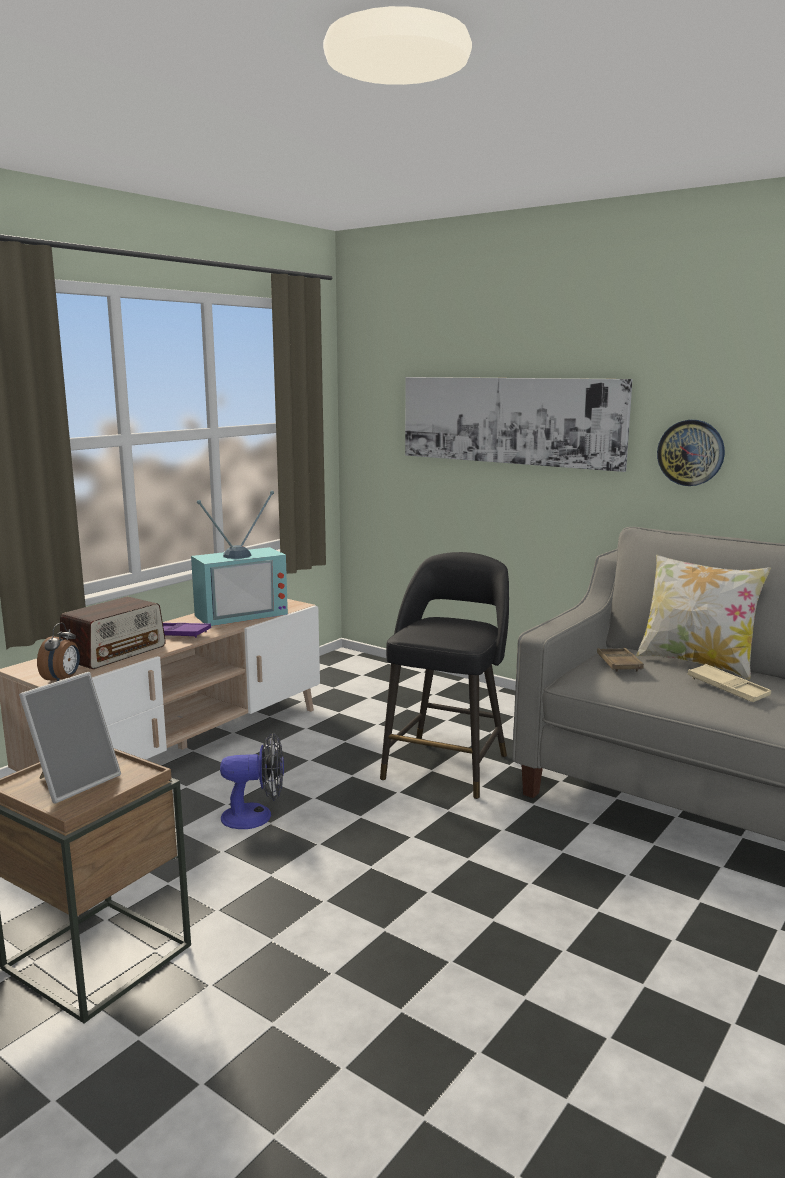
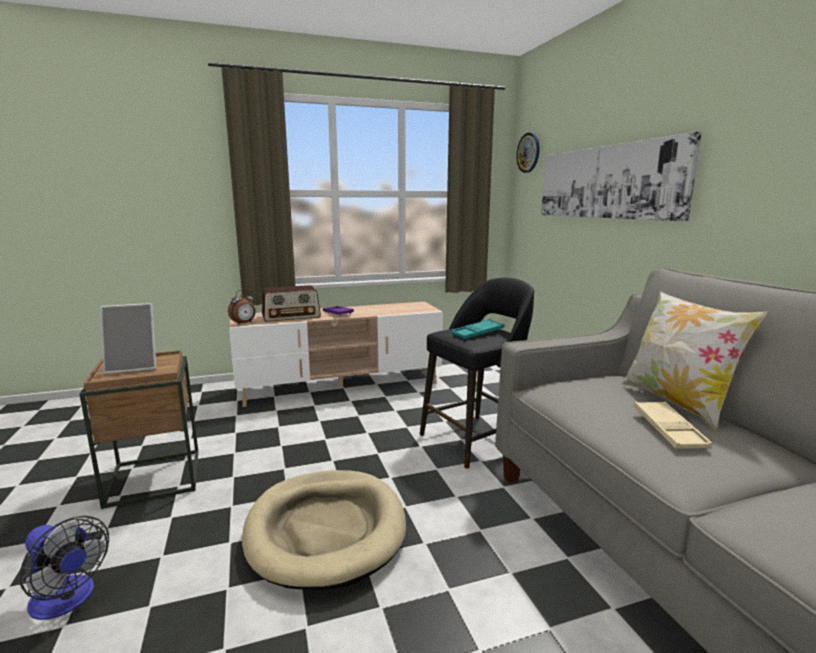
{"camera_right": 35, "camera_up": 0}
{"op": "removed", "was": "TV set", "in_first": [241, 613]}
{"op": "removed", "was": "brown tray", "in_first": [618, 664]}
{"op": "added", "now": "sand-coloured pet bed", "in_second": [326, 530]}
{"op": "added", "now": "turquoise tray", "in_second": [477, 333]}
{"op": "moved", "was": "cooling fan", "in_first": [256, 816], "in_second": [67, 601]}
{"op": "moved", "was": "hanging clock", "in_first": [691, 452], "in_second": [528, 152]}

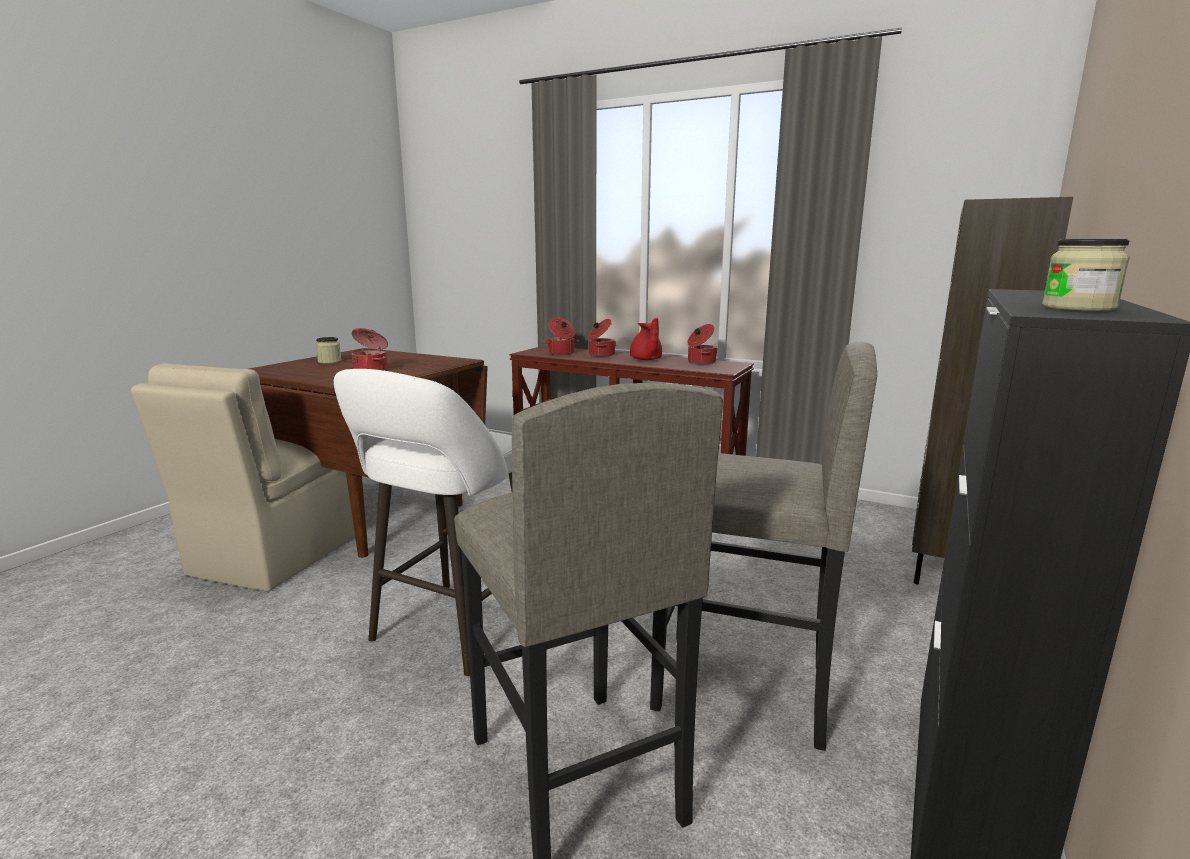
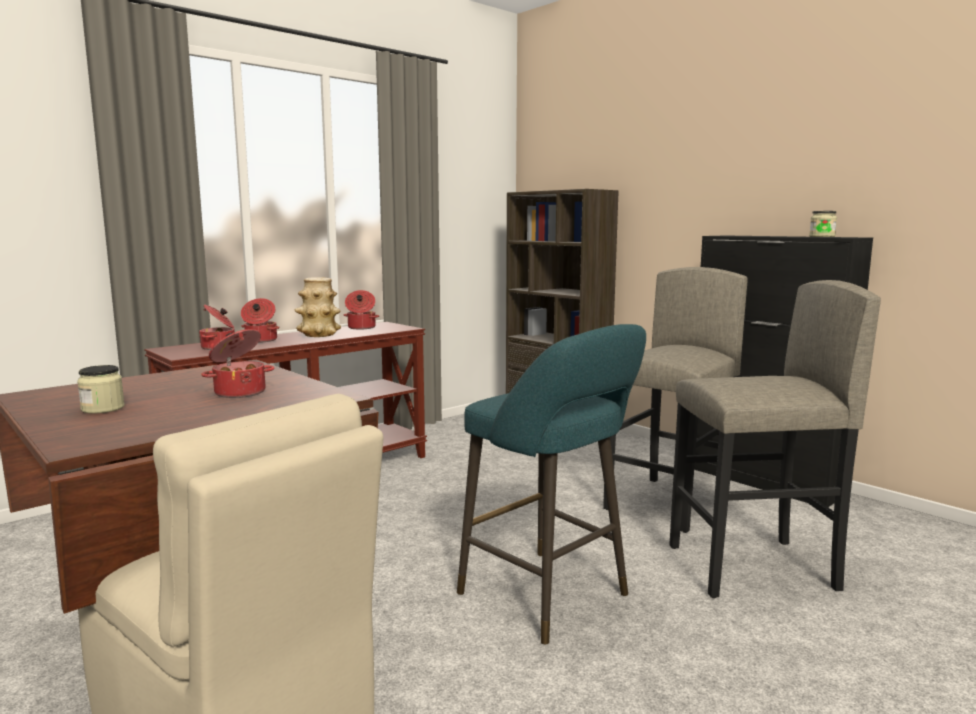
{"camera_right": -70, "camera_up": -5}
{"op": "replaced", "was": "reddish tea pot", "now": "decorative vase", "in_first": [646, 359], "in_second": [319, 335]}
{"op": "recoloured", "was": "white-coloured sitting stool", "now": "turquoise sitting stool", "in_first": [449, 631], "in_second": [550, 598]}

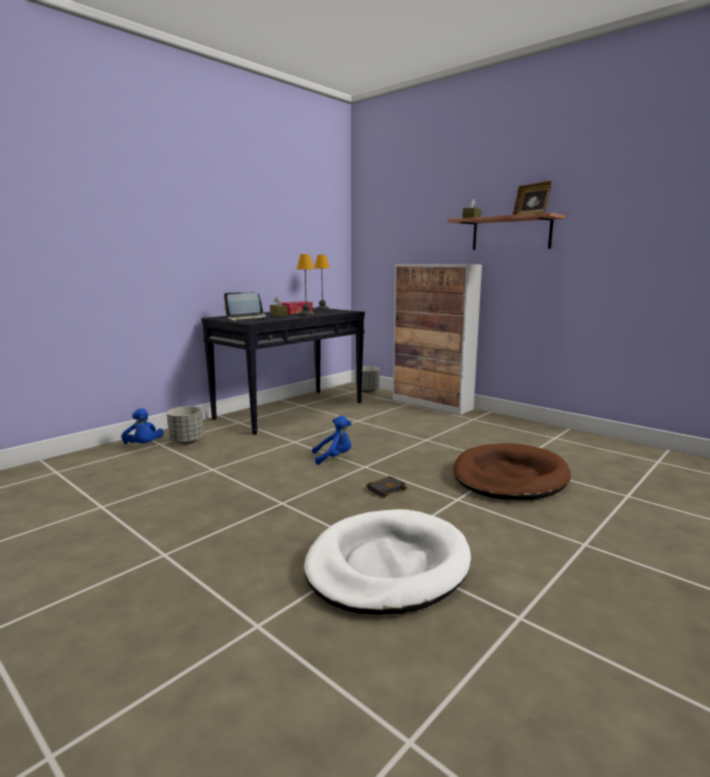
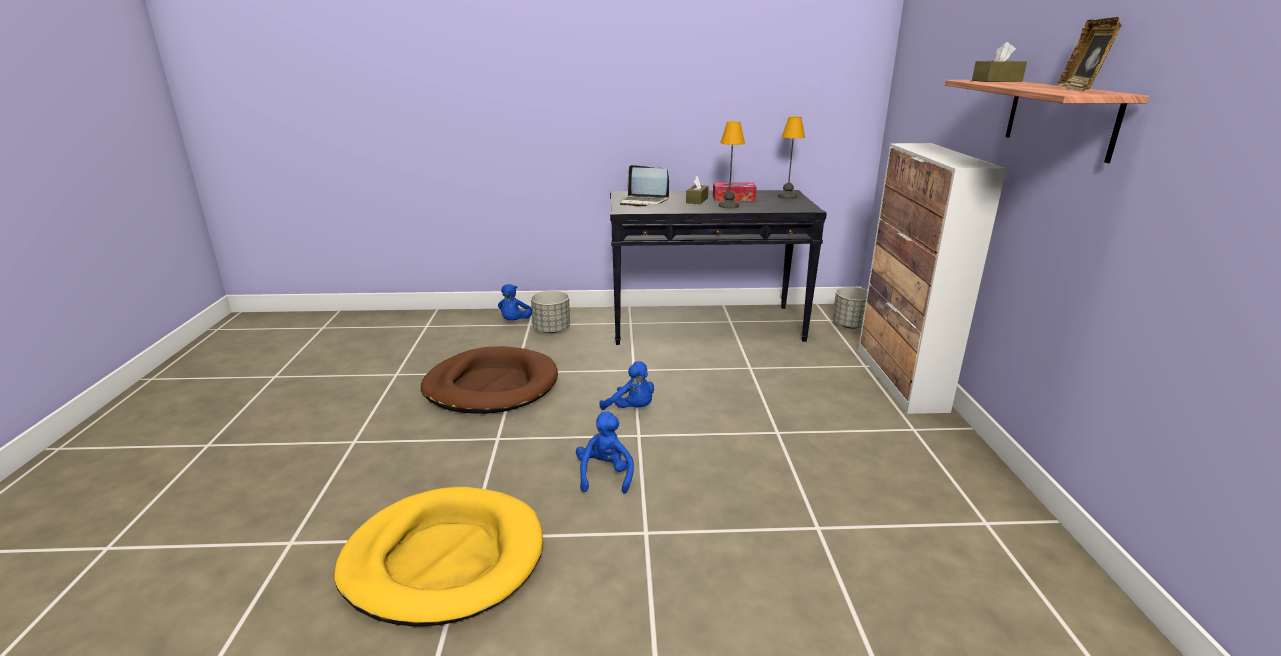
{"camera_right": 45, "camera_up": 10}
{"op": "moved", "was": "brown pet bed", "in_first": [509, 477], "in_second": [491, 386]}
{"op": "replaced", "was": "blackish bound book", "now": "bluish cuddly toy", "in_first": [386, 489], "in_second": [605, 475]}
{"op": "recoloured", "was": "white-coloured pet bed", "now": "yellow pet bed", "in_first": [387, 566], "in_second": [444, 559]}

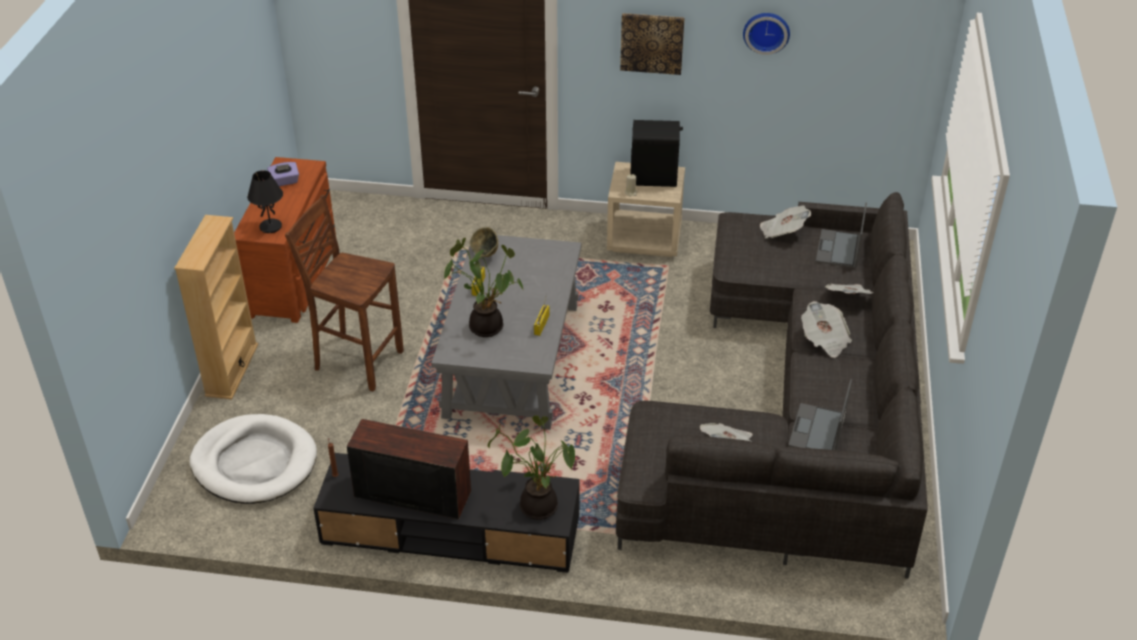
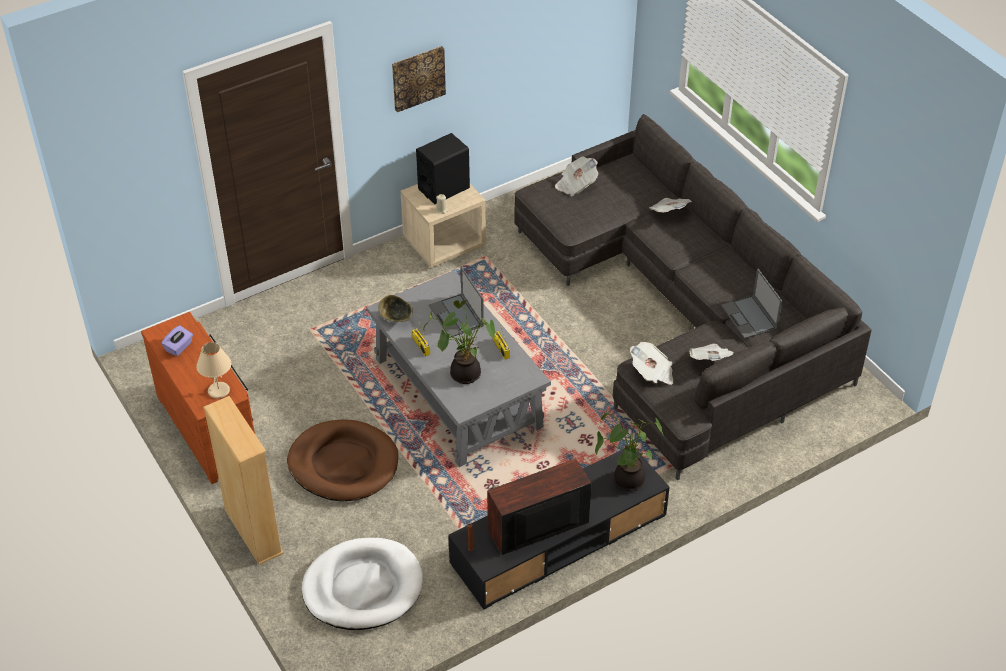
{"camera_right": -40, "camera_up": 5}
{"op": "removed", "was": "hanging clock", "in_first": [766, 31]}
{"op": "moved", "was": "printed paper", "in_first": [824, 340], "in_second": [652, 373]}
{"op": "moved", "was": "laptop", "in_first": [838, 249], "in_second": [456, 316]}
{"op": "replaced", "was": "brown sitting stool", "now": "brown pet bed", "in_first": [356, 361], "in_second": [343, 464]}
{"op": "recoloured", "was": "blackish table lamp", "now": "sand-coloured table lamp", "in_first": [271, 227], "in_second": [219, 390]}

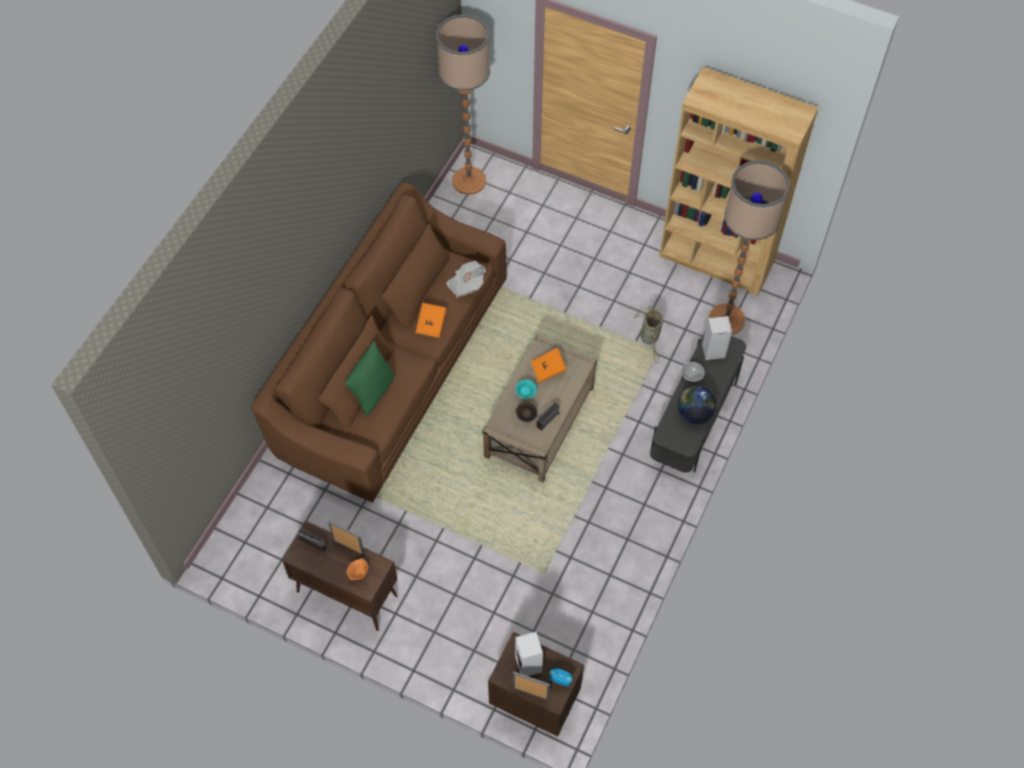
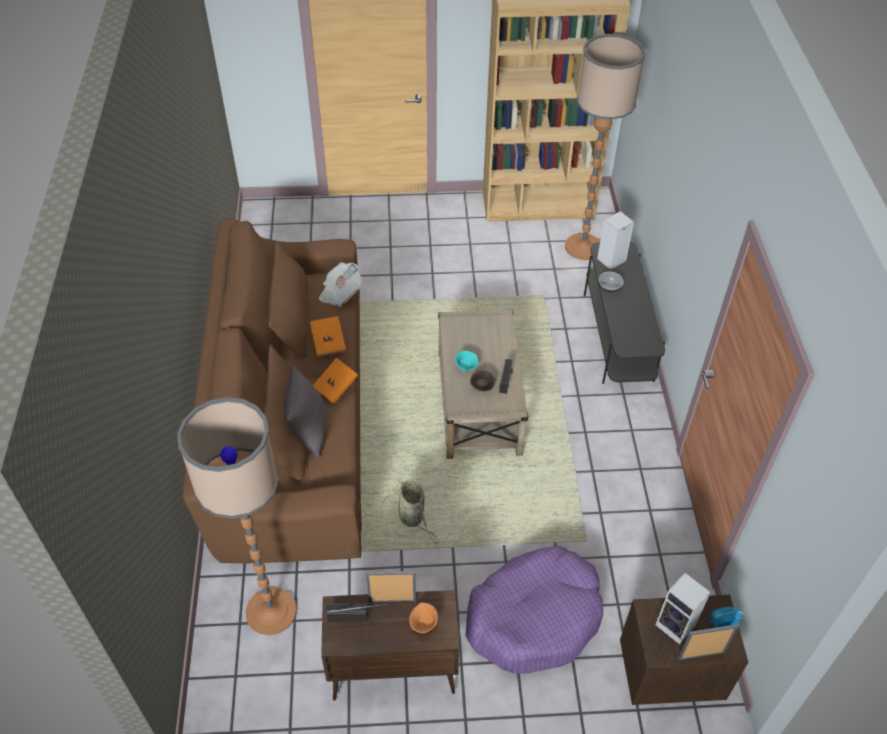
{"camera_right": -30, "camera_up": -10}
{"op": "removed", "was": "world globe", "in_first": [694, 414]}
{"op": "added", "now": "purple pet bed", "in_second": [534, 617]}
{"op": "moved", "was": "standing lamp", "in_first": [469, 181], "in_second": [271, 611]}
{"op": "moved", "was": "orange-coloured bound book", "in_first": [548, 370], "in_second": [336, 387]}
{"op": "moved", "was": "storage basket", "in_first": [650, 338], "in_second": [412, 518]}
{"op": "recoloured", "was": "greenish throw pillow", "now": "gray throw pillow", "in_first": [372, 393], "in_second": [308, 431]}

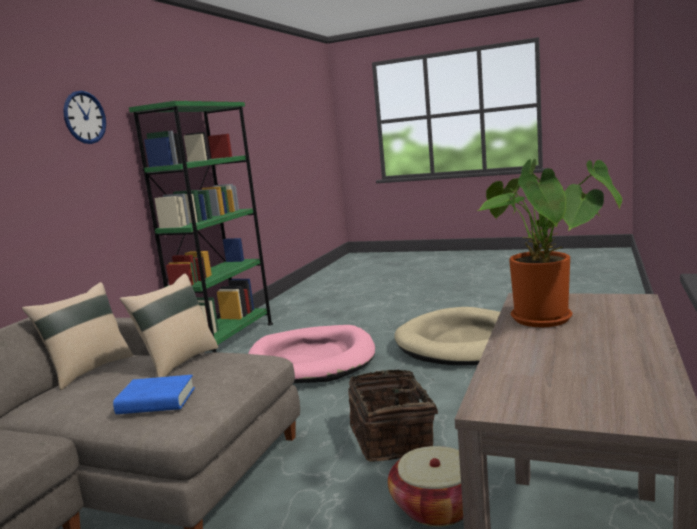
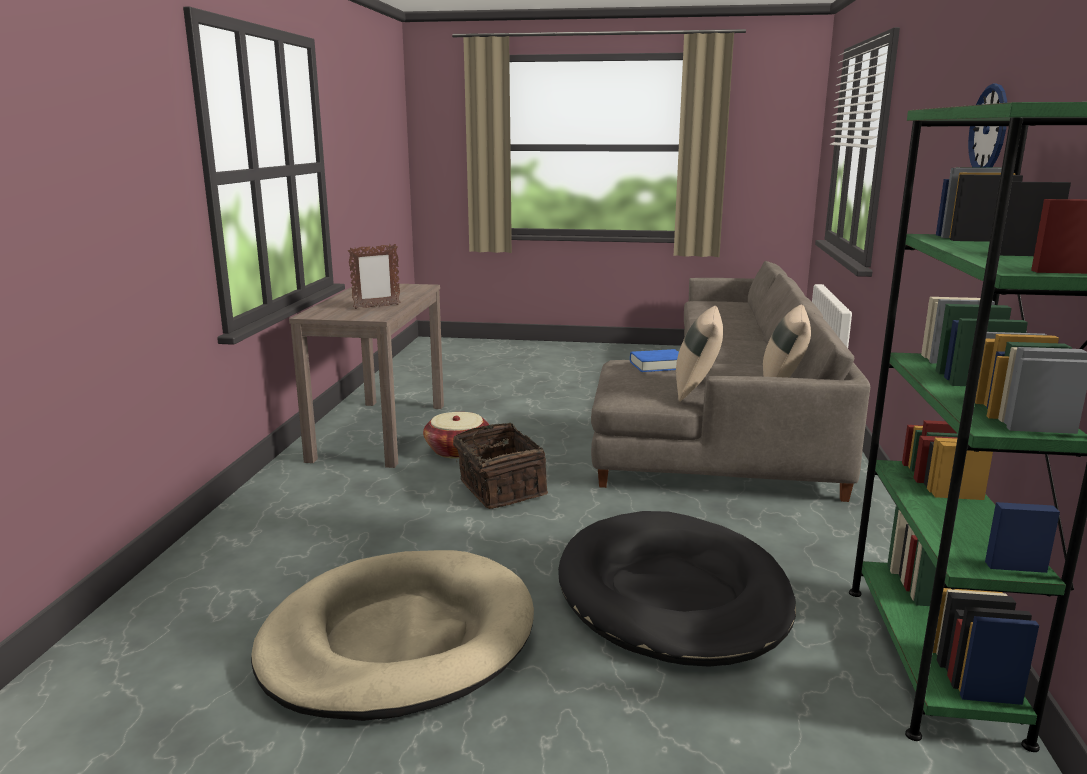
{"camera_right": 165, "camera_up": 5}
{"op": "replaced", "was": "houseplant", "now": "picture frame", "in_first": [547, 320], "in_second": [376, 307]}
{"op": "recoloured", "was": "pinkish pet bed", "now": "blackish pet bed", "in_first": [311, 360], "in_second": [673, 595]}

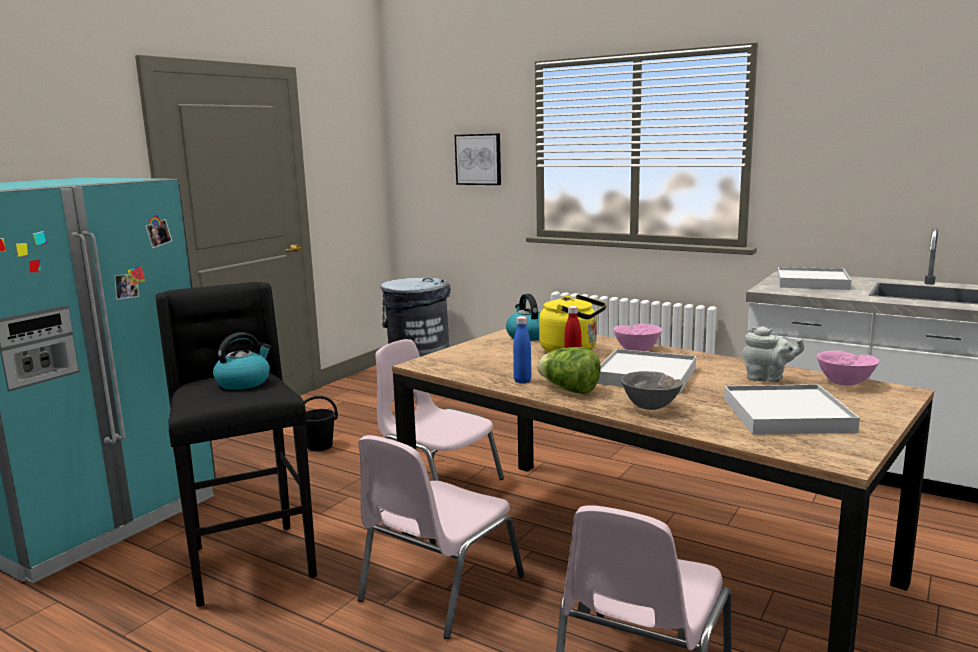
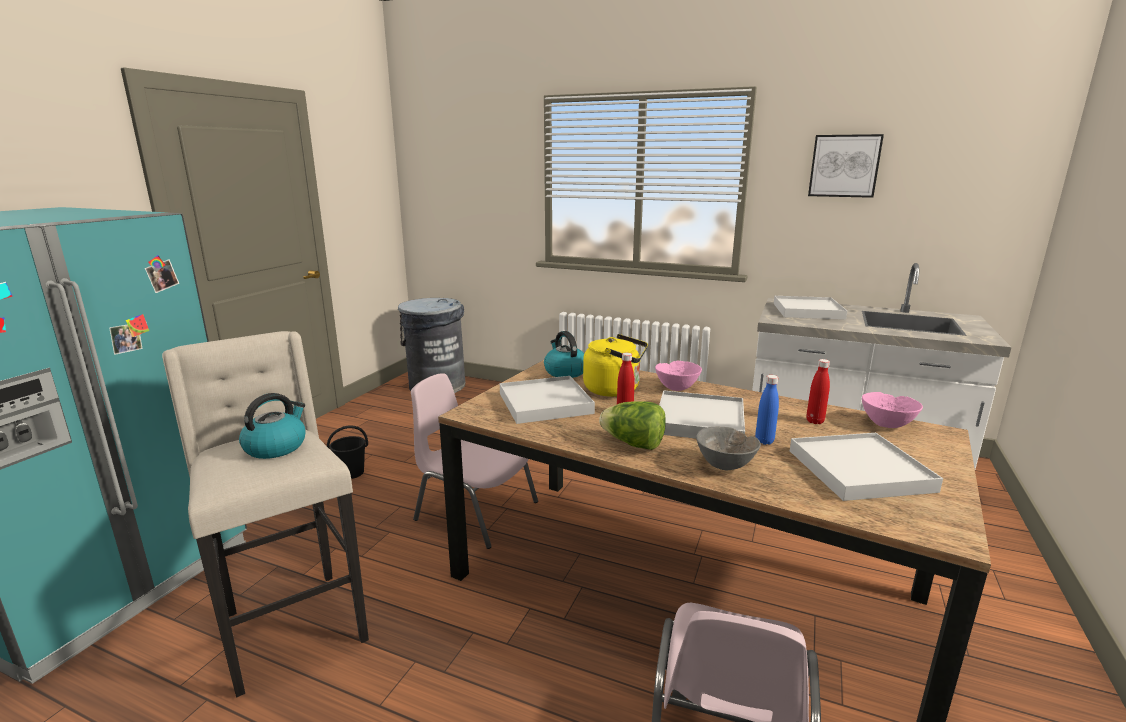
{"camera_right": -10, "camera_up": 5}
{"op": "removed", "was": "pinkish chair", "in_first": [438, 589]}
{"op": "added", "now": "white-coloured tray", "in_second": [545, 403]}
{"op": "moved", "was": "wall art", "in_first": [478, 159], "in_second": [844, 166]}
{"op": "moved", "was": "bluish bottle", "in_first": [522, 381], "in_second": [764, 441]}
{"op": "replaced", "was": "gray tea pot", "now": "reddish bottle", "in_first": [767, 379], "in_second": [815, 421]}
{"op": "recoloured", "was": "blackish sitting stool", "now": "sand-coloured sitting stool", "in_first": [249, 561], "in_second": [292, 626]}

